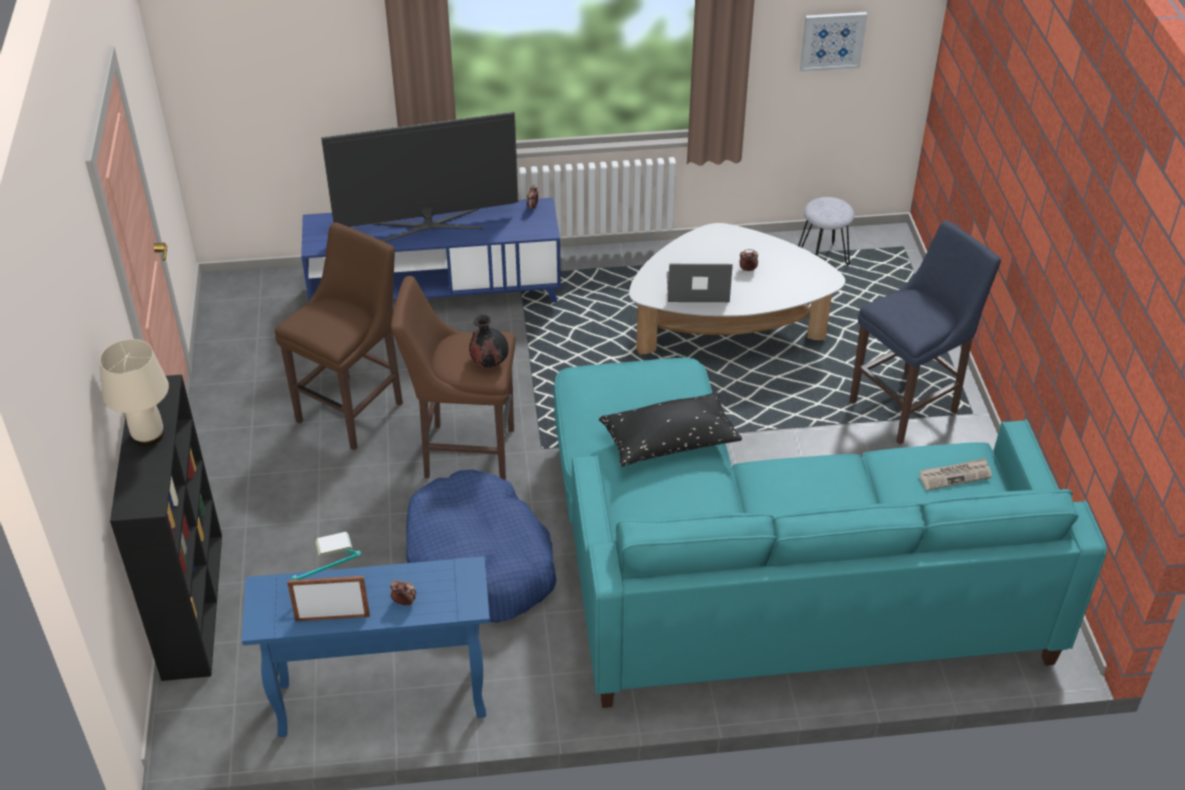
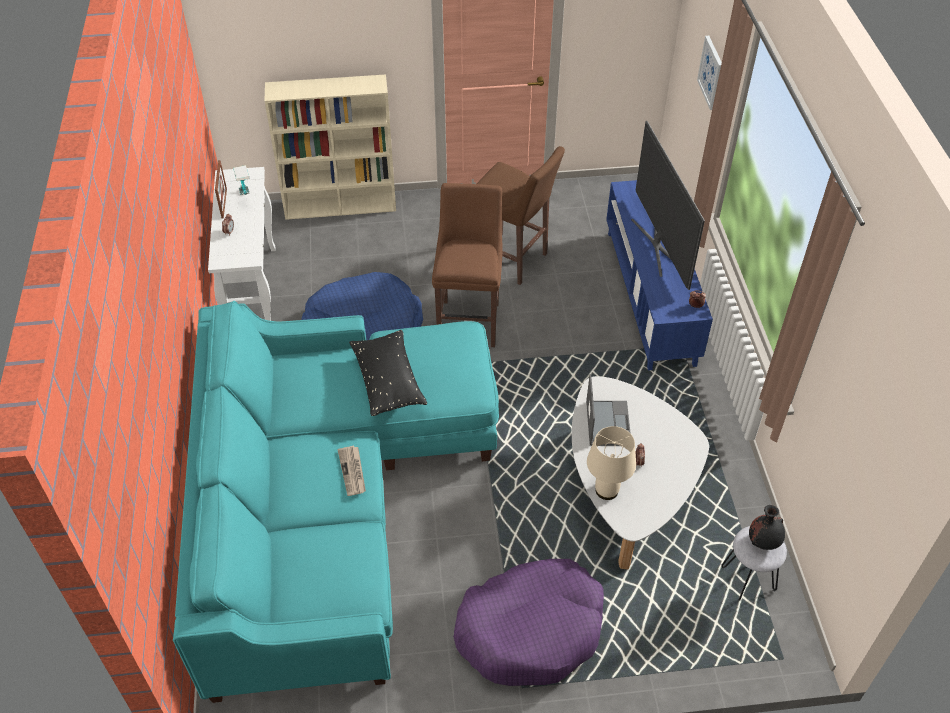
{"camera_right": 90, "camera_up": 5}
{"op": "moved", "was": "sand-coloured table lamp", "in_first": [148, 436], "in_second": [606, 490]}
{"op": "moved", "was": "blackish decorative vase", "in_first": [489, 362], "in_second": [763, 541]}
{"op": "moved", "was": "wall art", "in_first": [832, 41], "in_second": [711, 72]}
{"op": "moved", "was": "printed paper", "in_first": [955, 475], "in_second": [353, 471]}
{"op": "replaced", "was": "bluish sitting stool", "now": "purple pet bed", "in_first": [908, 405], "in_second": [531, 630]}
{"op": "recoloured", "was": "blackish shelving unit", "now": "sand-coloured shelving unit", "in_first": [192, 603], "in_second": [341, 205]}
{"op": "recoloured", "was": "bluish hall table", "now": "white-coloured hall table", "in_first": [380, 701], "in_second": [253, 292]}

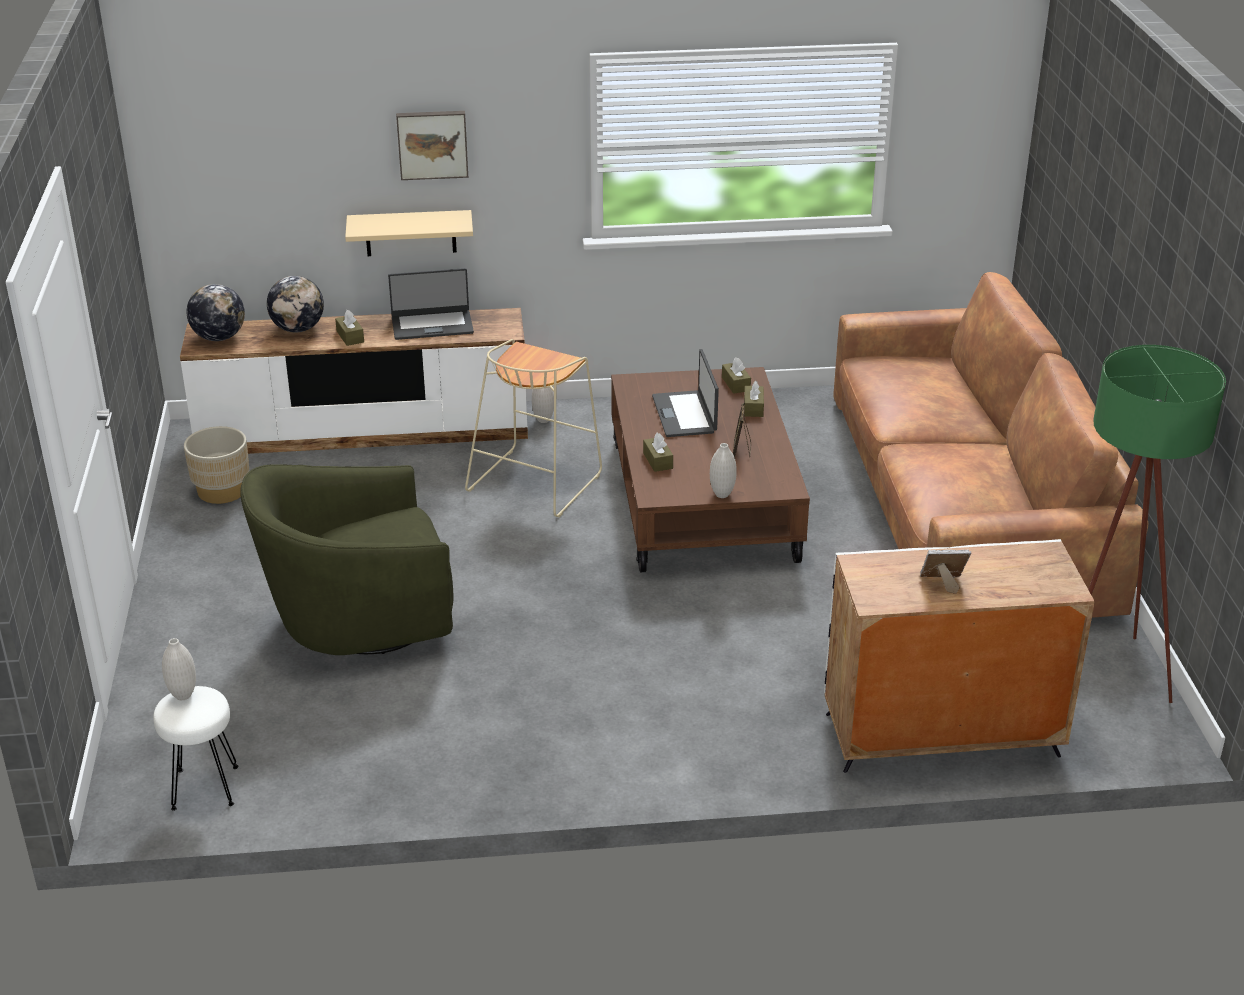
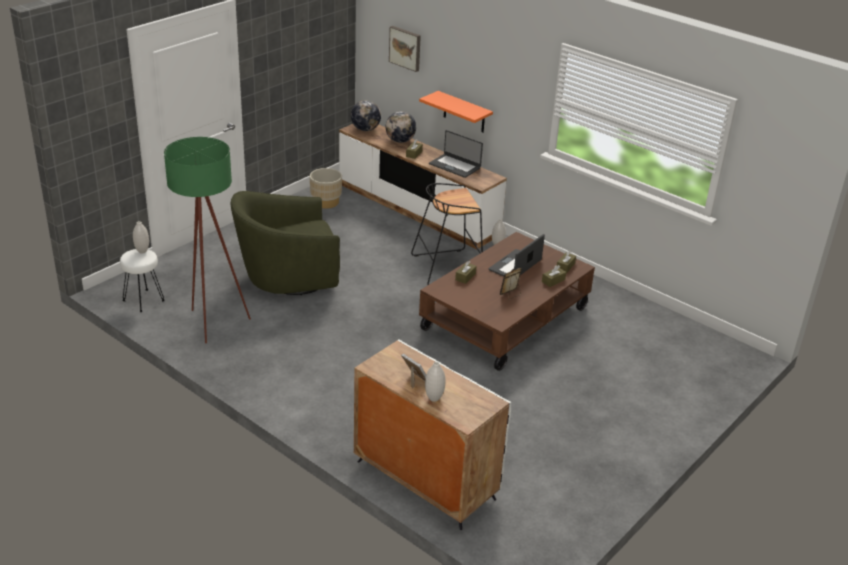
{"camera_right": 45, "camera_up": 0}
{"op": "removed", "was": "brown couch", "in_first": [964, 502]}
{"op": "moved", "was": "wall art", "in_first": [432, 144], "in_second": [405, 48]}
{"op": "moved", "was": "white-coloured decorative vase", "in_first": [722, 494], "in_second": [434, 398]}
{"op": "moved", "was": "greenish standing lamp", "in_first": [1107, 673], "in_second": [211, 321]}
{"op": "recoloured", "was": "sand-coloured wall shelf", "now": "orange-coloured wall shelf", "in_first": [410, 233], "in_second": [464, 112]}
{"op": "recoloured", "was": "sand-coloured sitting stool", "now": "blackish sitting stool", "in_first": [534, 481], "in_second": [447, 268]}
{"op": "turned", "was": "greenish lounge chair", "in_first": [358, 620], "in_second": [288, 278], "clockwise": -45}

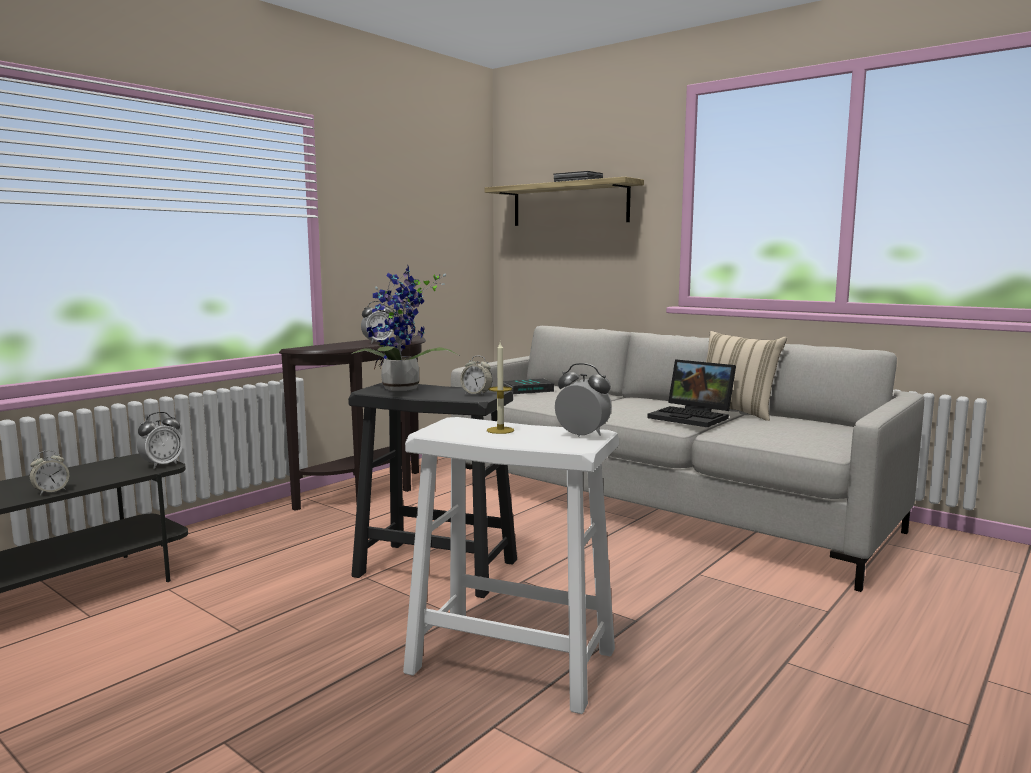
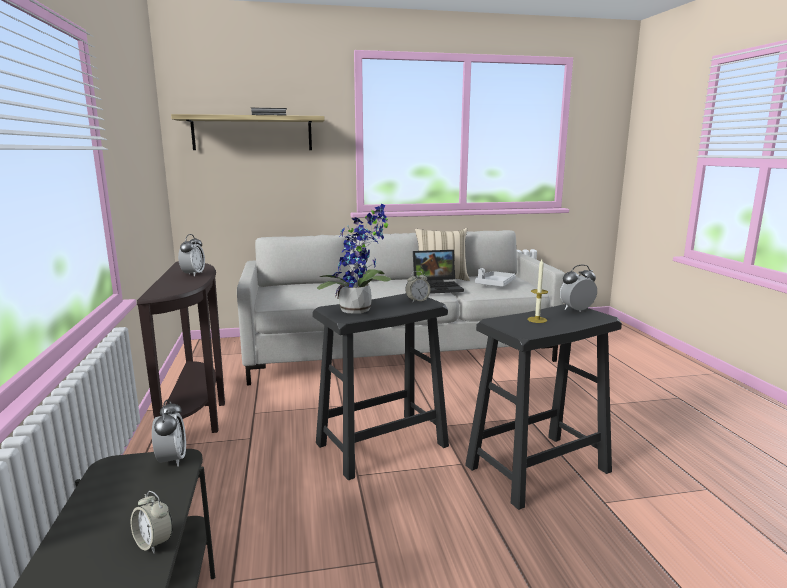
{"camera_right": -50, "camera_up": 5}
{"op": "removed", "was": "bound book", "in_first": [528, 390]}
{"op": "added", "now": "gray tray", "in_second": [495, 284]}
{"op": "recoloured", "was": "white-coloured sitting stool", "now": "blackish sitting stool", "in_first": [510, 660], "in_second": [536, 469]}
{"op": "turned", "was": "table clock", "in_first": [51, 491], "in_second": [154, 543], "clockwise": 135}

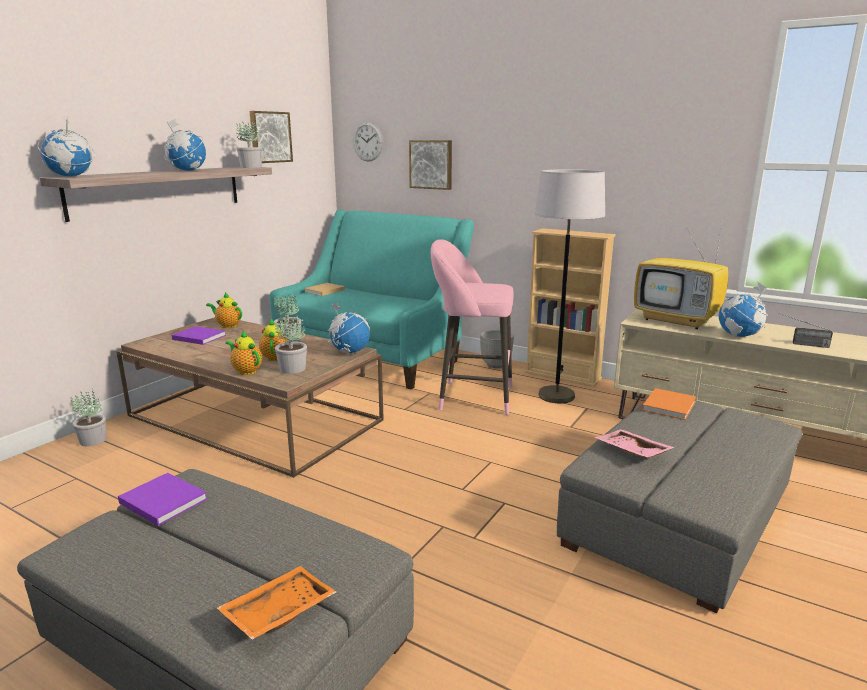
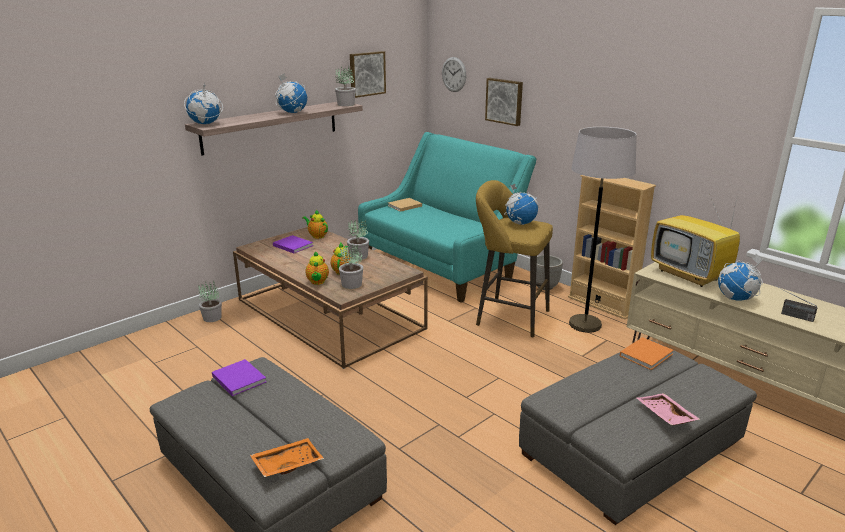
{"camera_right": 15, "camera_up": 5}
{"op": "moved", "was": "world globe", "in_first": [349, 351], "in_second": [520, 223]}
{"op": "moved", "was": "pinkish tray", "in_first": [631, 452], "in_second": [664, 415]}
{"op": "recoloured", "was": "pinkish sitting stool", "now": "yellow sitting stool", "in_first": [471, 397], "in_second": [508, 316]}
{"op": "turned", "was": "tea pot", "in_first": [246, 371], "in_second": [317, 282], "clockwise": -150}

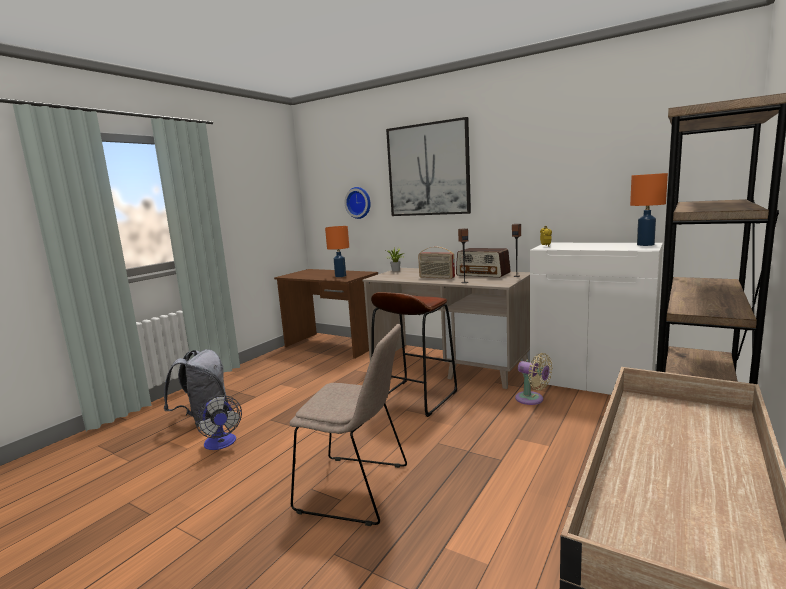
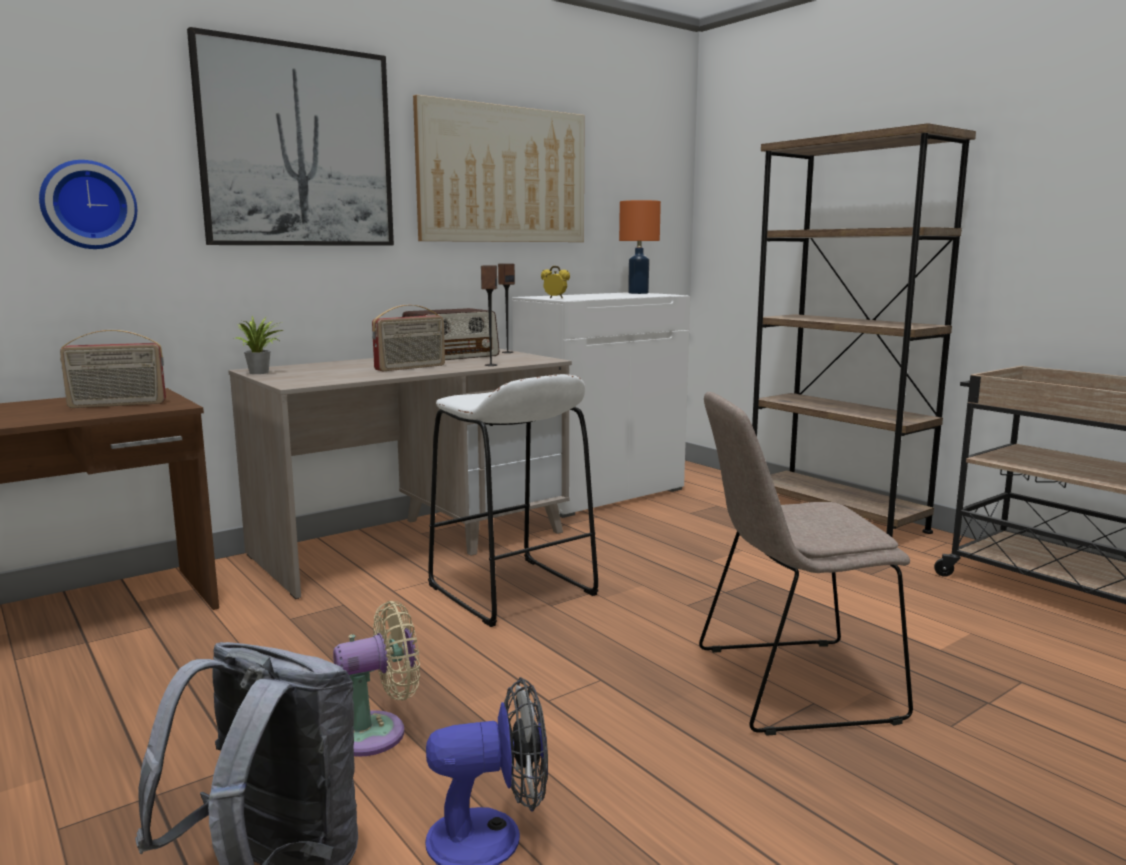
{"camera_right": -70, "camera_up": 0}
{"op": "added", "now": "wall art", "in_second": [503, 175]}
{"op": "moved", "was": "sand-coloured cooling fan", "in_first": [532, 399], "in_second": [377, 733]}
{"op": "replaced", "was": "orange-coloured table lamp", "now": "radio set", "in_first": [341, 276], "in_second": [117, 405]}
{"op": "recoloured", "was": "brown sitting stool", "now": "white-coloured sitting stool", "in_first": [414, 397], "in_second": [511, 590]}
{"op": "turned", "was": "sand-coloured chair", "in_first": [357, 489], "in_second": [788, 685], "clockwise": -135}

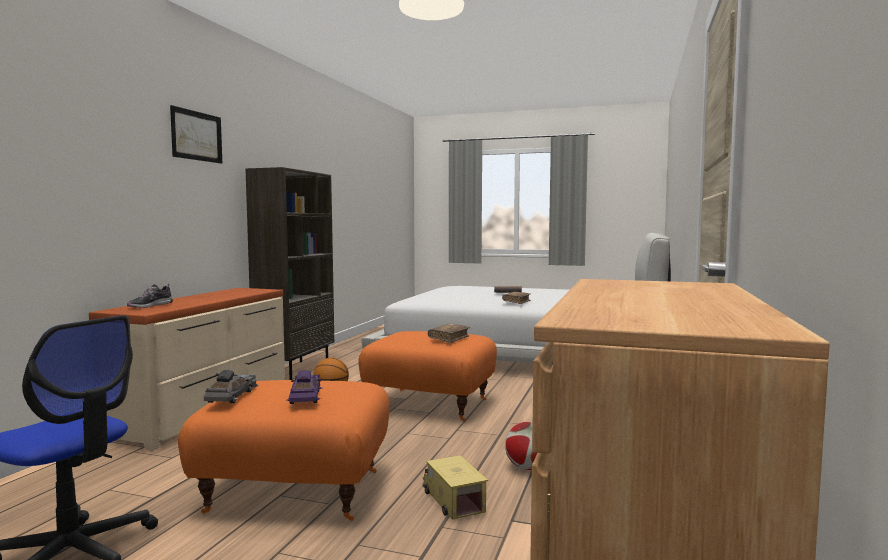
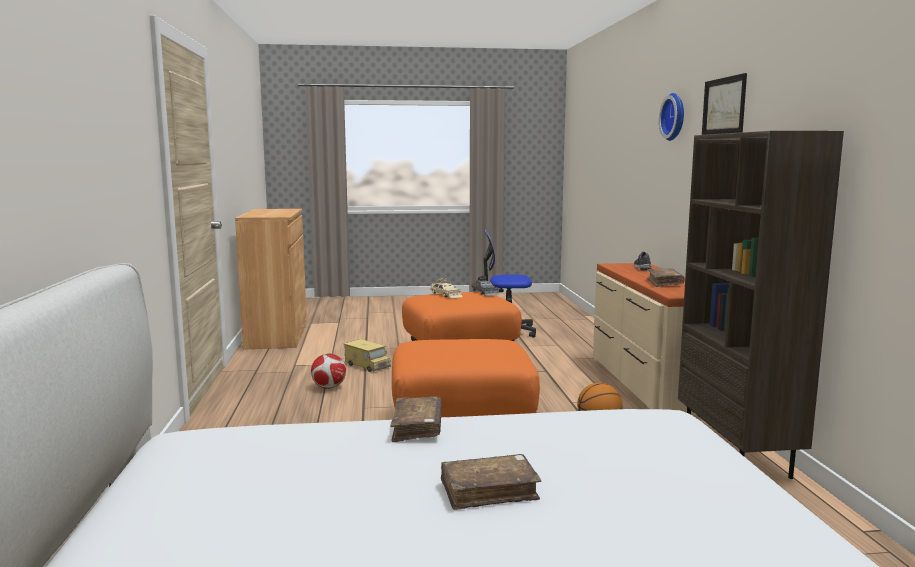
{"camera_right": 155, "camera_up": 5}
{"op": "added", "now": "hanging clock", "in_second": [675, 117]}
{"op": "moved", "was": "brown bound book", "in_first": [449, 338], "in_second": [664, 283]}
{"op": "recoloured", "was": "purple toy car", "now": "sand-coloured toy car", "in_first": [305, 396], "in_second": [446, 295]}

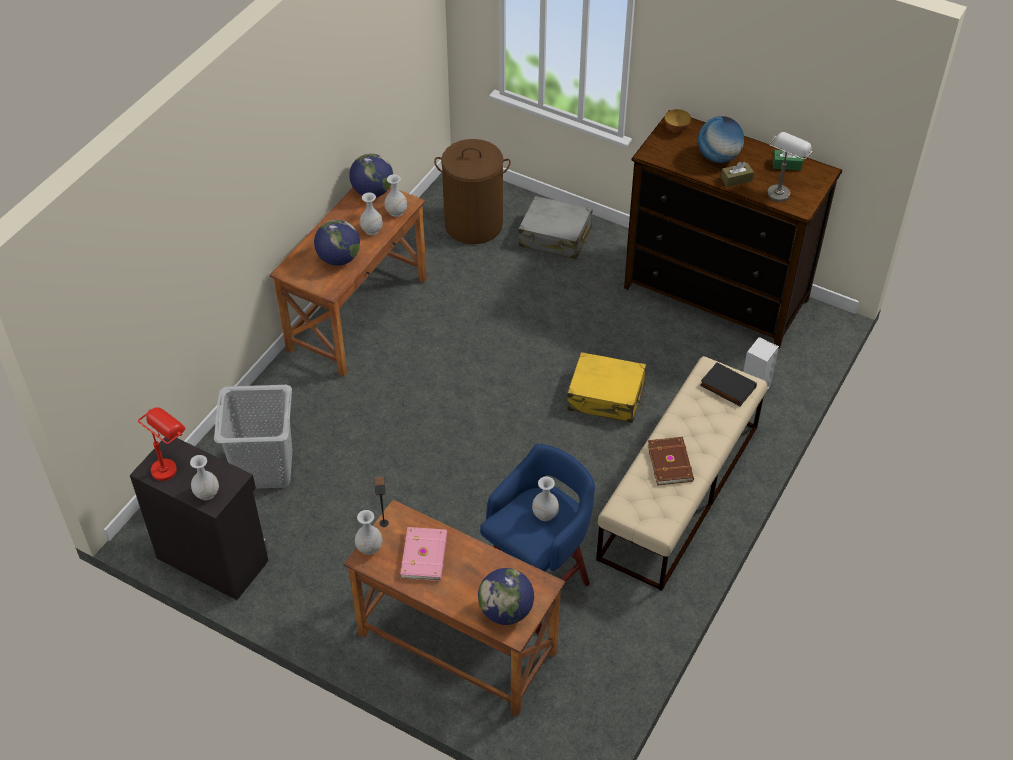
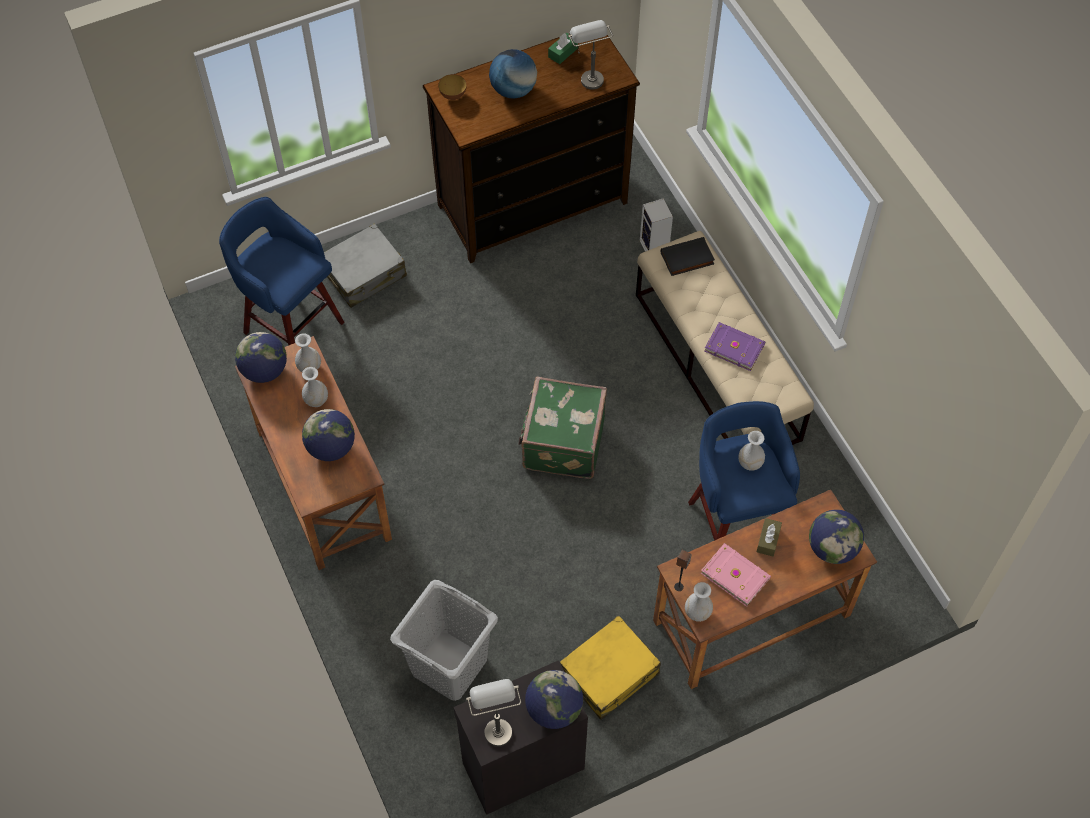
{"camera_right": -55, "camera_up": 10}
{"op": "added", "now": "greenish suitcase", "in_second": [562, 442]}
{"op": "moved", "was": "yellow suitcase", "in_first": [606, 396], "in_second": [609, 673]}
{"op": "moved", "was": "brown tissue box", "in_first": [736, 179], "in_second": [768, 540]}
{"op": "replaced", "was": "white-coloured decorative vase", "now": "world globe", "in_first": [207, 493], "in_second": [554, 709]}
{"op": "replaced", "was": "brown washing basket", "now": "bluish sitting stool", "in_first": [474, 224], "in_second": [291, 325]}
{"op": "recoloured", "was": "reddish table lamp", "now": "gray table lamp", "in_first": [170, 464], "in_second": [495, 724]}
{"op": "recoloured", "was": "brown bound book", "now": "purple bound book", "in_first": [671, 462], "in_second": [734, 347]}

